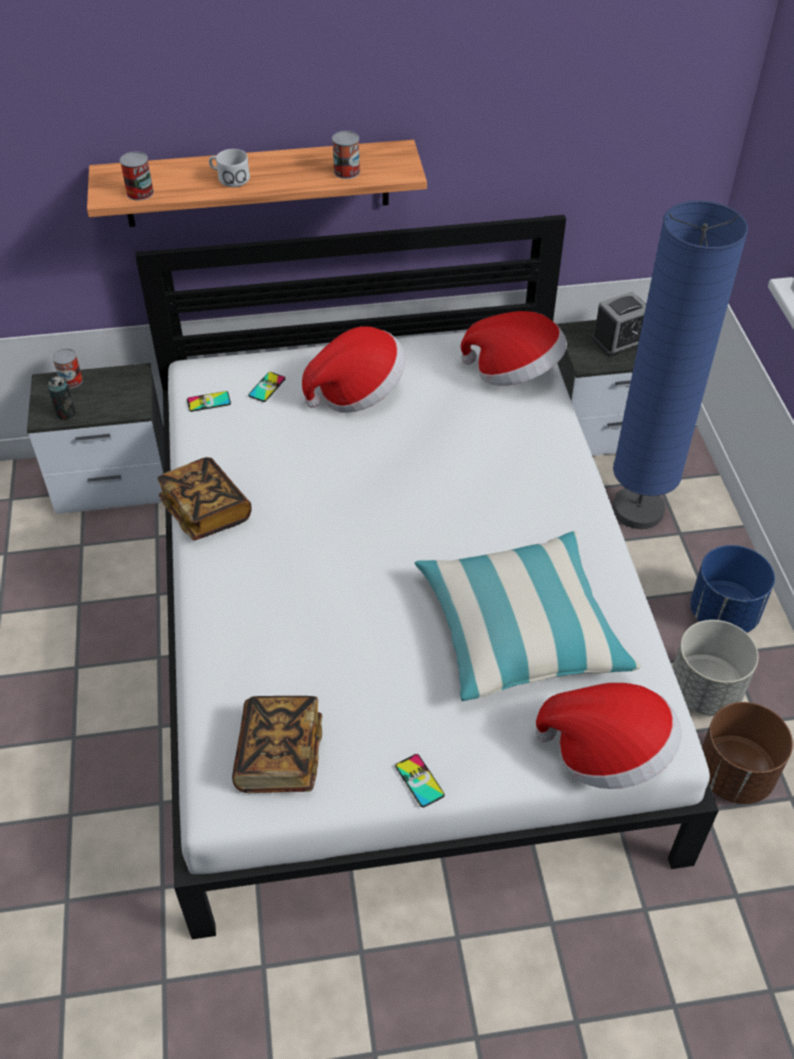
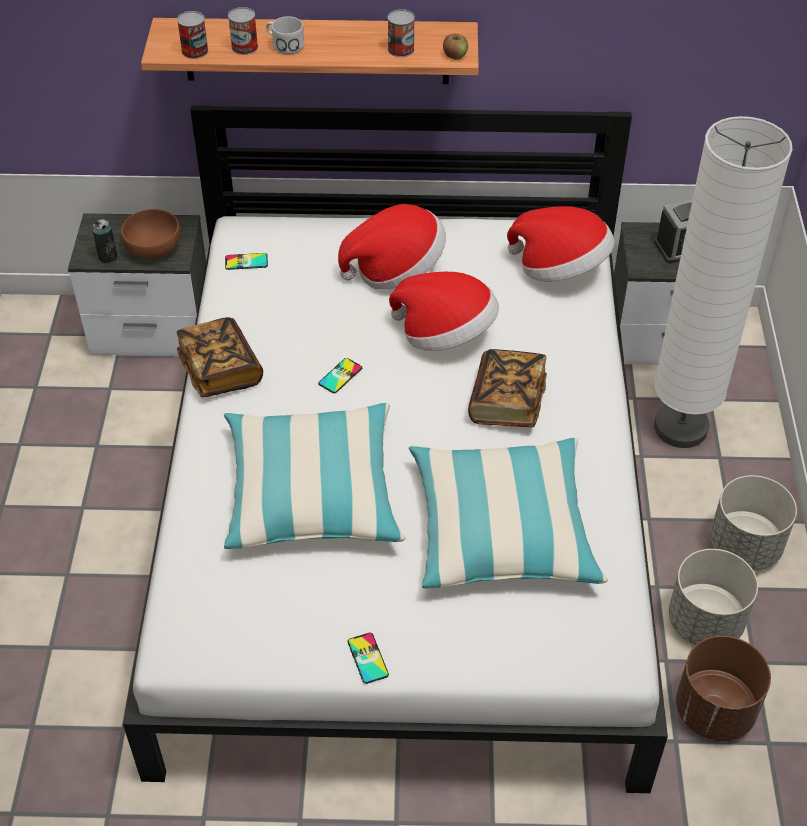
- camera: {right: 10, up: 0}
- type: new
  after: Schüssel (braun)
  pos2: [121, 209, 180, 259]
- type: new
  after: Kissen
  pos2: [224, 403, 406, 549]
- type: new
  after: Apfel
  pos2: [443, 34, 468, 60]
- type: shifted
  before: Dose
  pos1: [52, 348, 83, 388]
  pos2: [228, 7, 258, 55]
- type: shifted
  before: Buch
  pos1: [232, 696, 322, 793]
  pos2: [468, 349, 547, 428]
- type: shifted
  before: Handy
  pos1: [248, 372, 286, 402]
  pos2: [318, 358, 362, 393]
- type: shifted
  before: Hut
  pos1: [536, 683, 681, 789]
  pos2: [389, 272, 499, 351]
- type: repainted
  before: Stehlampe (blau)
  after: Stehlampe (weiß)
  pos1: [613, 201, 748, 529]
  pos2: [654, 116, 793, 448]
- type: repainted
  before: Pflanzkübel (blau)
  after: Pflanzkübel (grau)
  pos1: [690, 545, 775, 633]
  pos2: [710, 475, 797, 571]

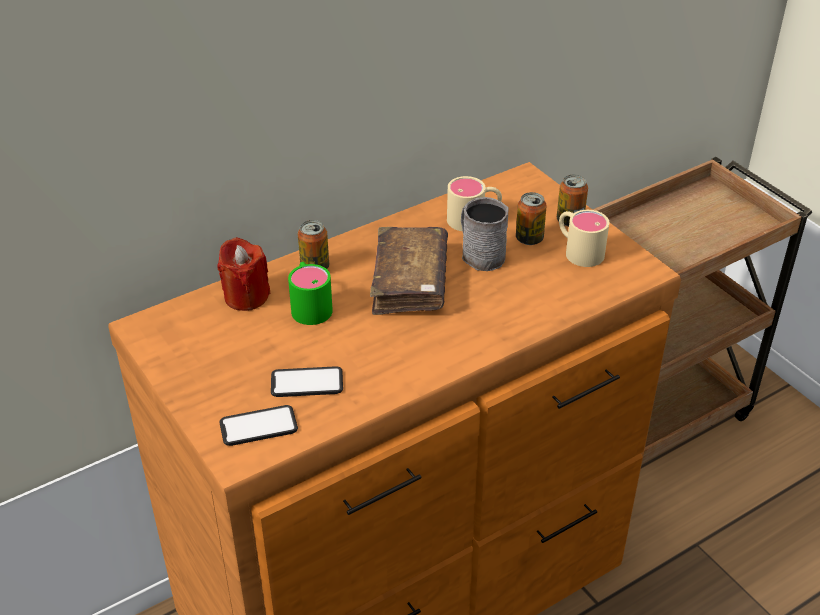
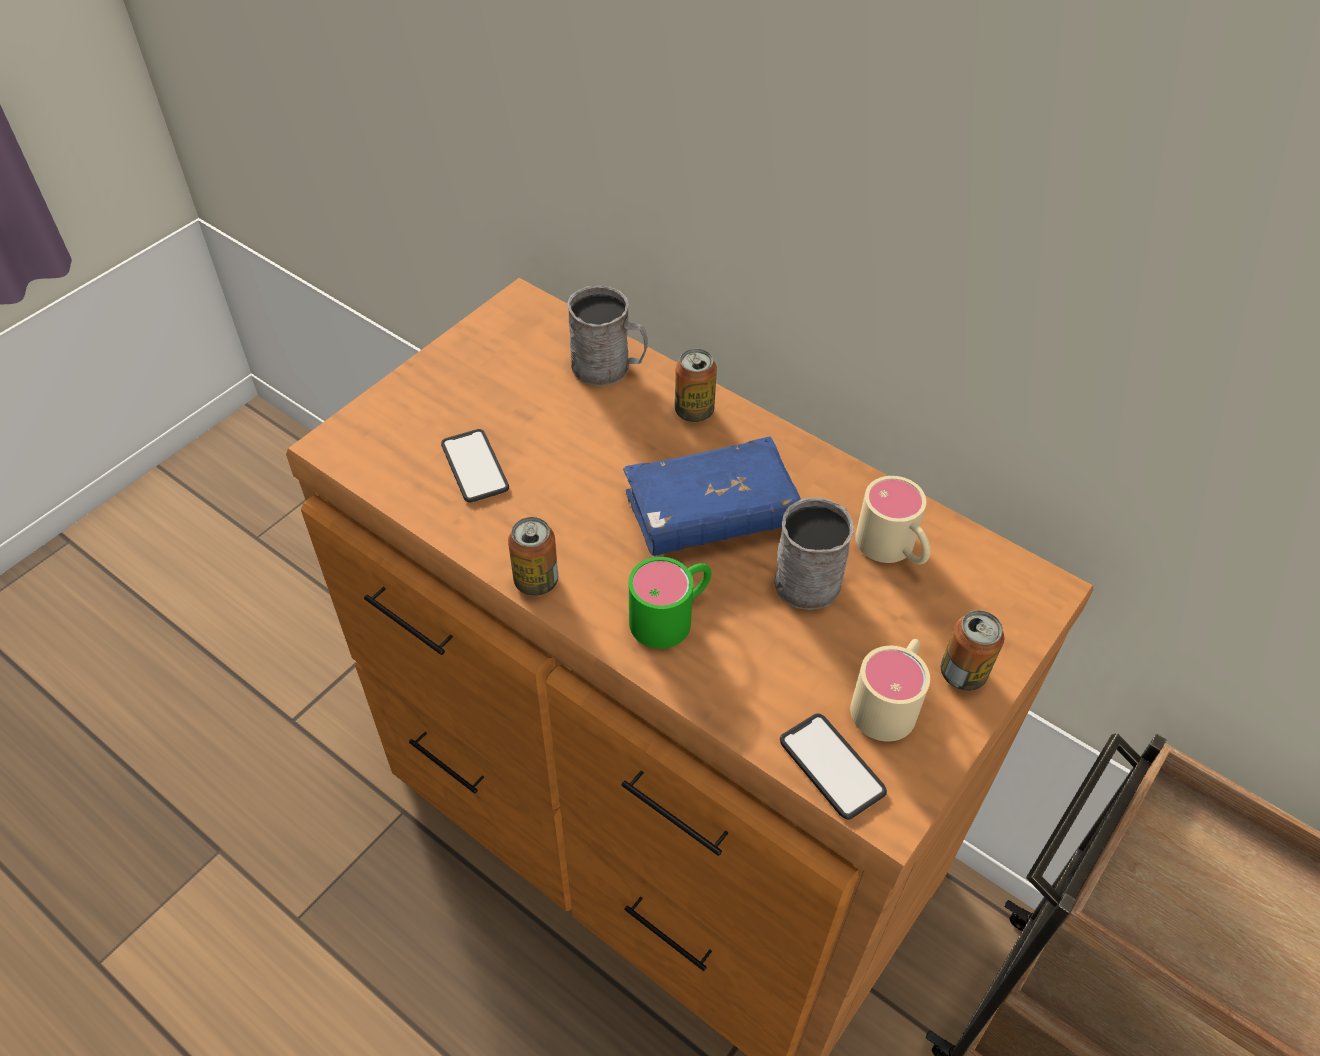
- camera: {right: 70, up: 10}
- type: shifted
  before: Handy
  pos1: [219, 405, 298, 446]
  pos2: [780, 713, 887, 820]
- type: shifted
  before: Henkelbecher (grün)
  pos1: [288, 262, 333, 325]
  pos2: [629, 557, 711, 649]
- type: shifted
  before: Dose
  pos1: [516, 192, 547, 245]
  pos2: [508, 517, 558, 596]
- type: swapped
  before: Kerze (rot)
  after: Henkelbecher (grau)
  pos1: [217, 237, 270, 311]
  pos2: [567, 285, 648, 386]
- type: repainted
  before: Buch (braun)
  after: Buch (blau)
  pos1: [370, 227, 448, 315]
  pos2: [623, 437, 801, 556]

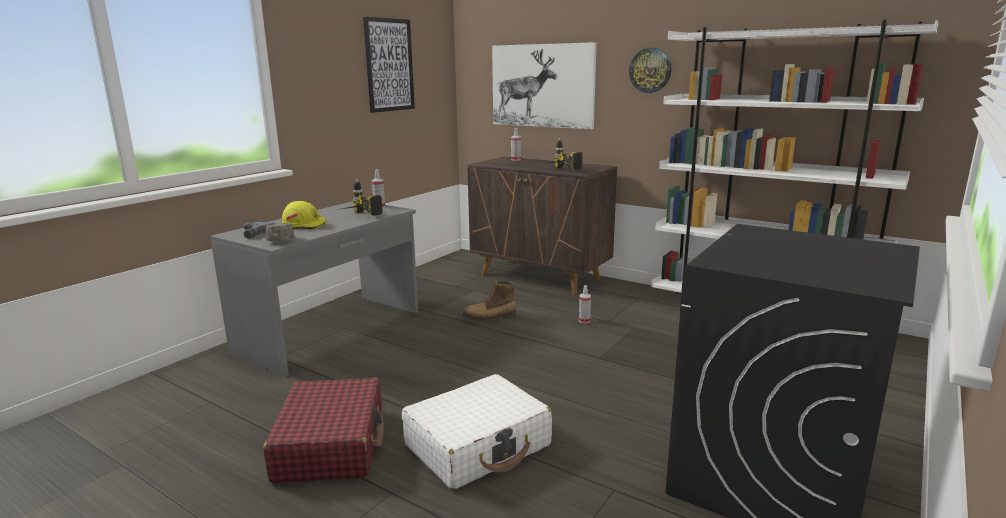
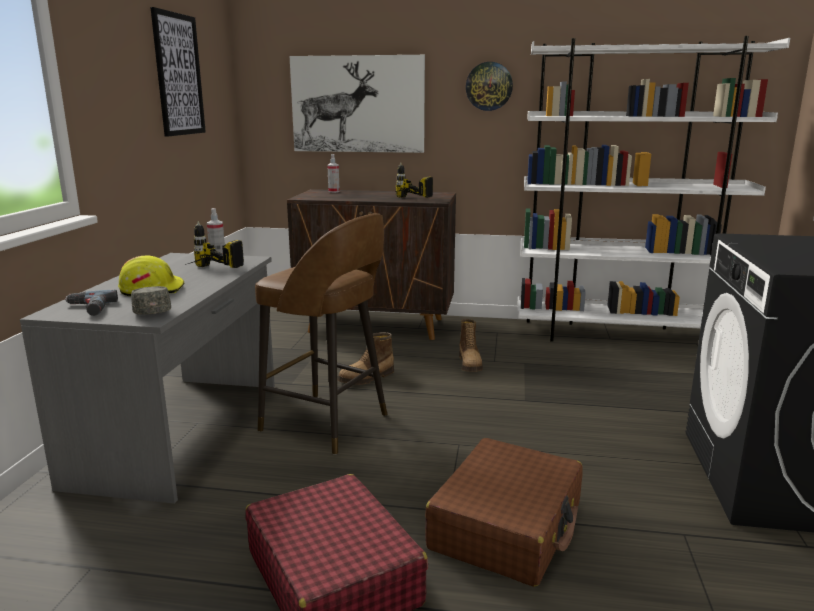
- camera: {right: -25, up: 0}
- type: new
  after: Hocker (braun)
  pos2: [255, 213, 387, 455]
- type: swapped
  before: Sprühflasche
  after: Stiefel
  pos1: [579, 285, 591, 323]
  pos2: [459, 319, 483, 372]
- type: repainted
  before: Koffer (weiß)
  after: Koffer (braun)
  pos1: [402, 374, 552, 490]
  pos2: [425, 438, 583, 587]

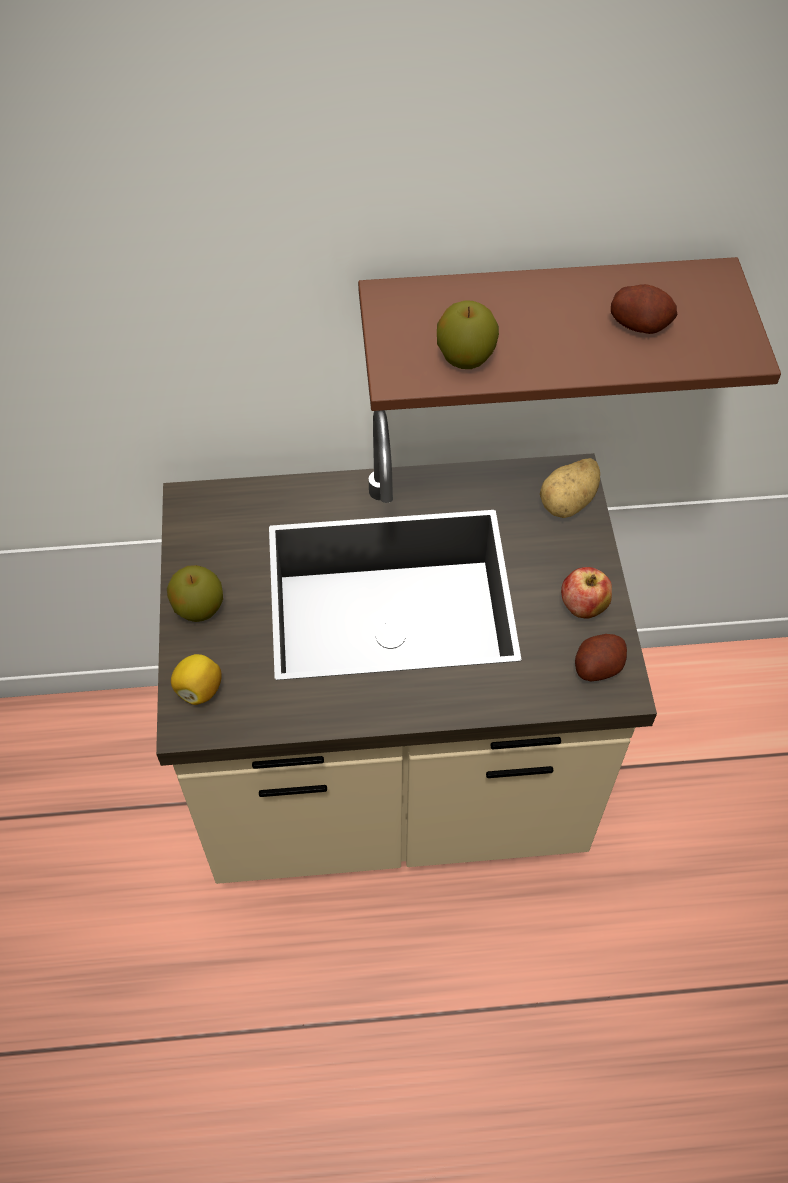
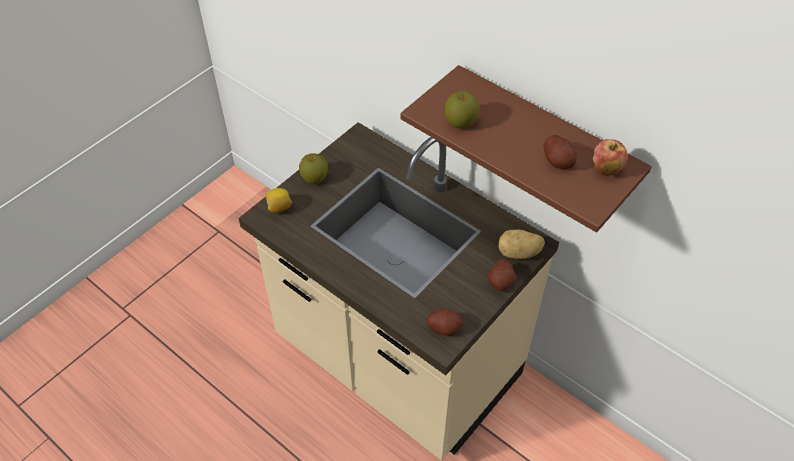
- camera: {right: 45, up: -5}
- type: new
  after: Kartoffel
  pos2: [488, 259, 516, 291]
- type: shifted
  before: Apfel
  pos1: [561, 567, 612, 619]
  pos2: [593, 139, 628, 176]

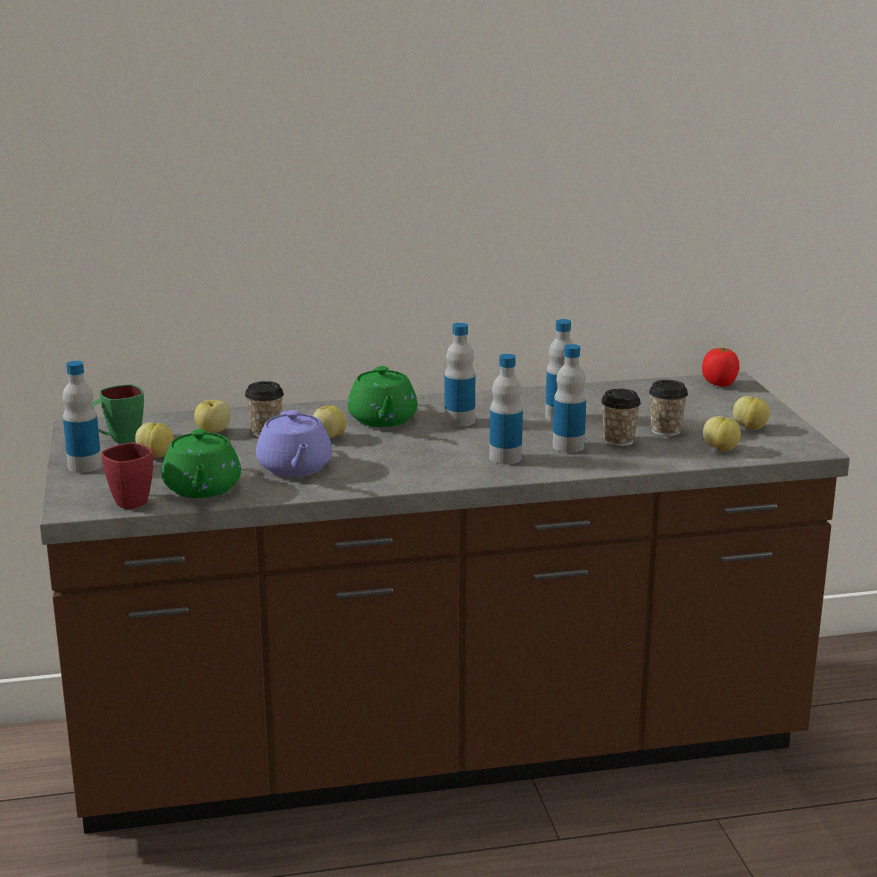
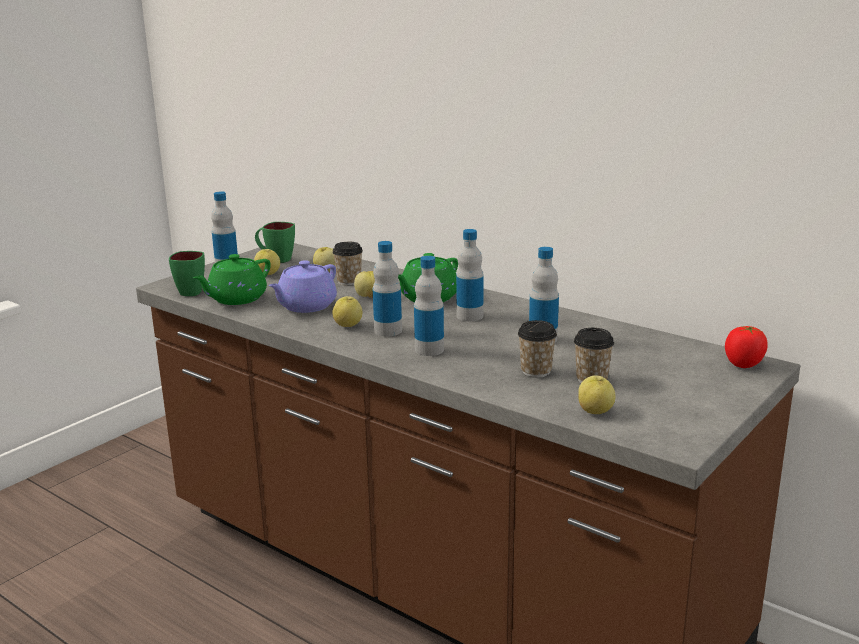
- camera: {right: 50, up: 0}
- type: shifted
  before: Flasche
  pos1: [553, 344, 586, 453]
  pos2: [373, 241, 402, 337]
- type: shifted
  before: Apfel
  pos1: [733, 396, 770, 430]
  pos2: [333, 296, 362, 327]
- type: repainted
  before: Henkelbecher (rot)
  after: Henkelbecher (grün)
  pos1: [101, 443, 153, 509]
  pos2: [169, 251, 205, 296]

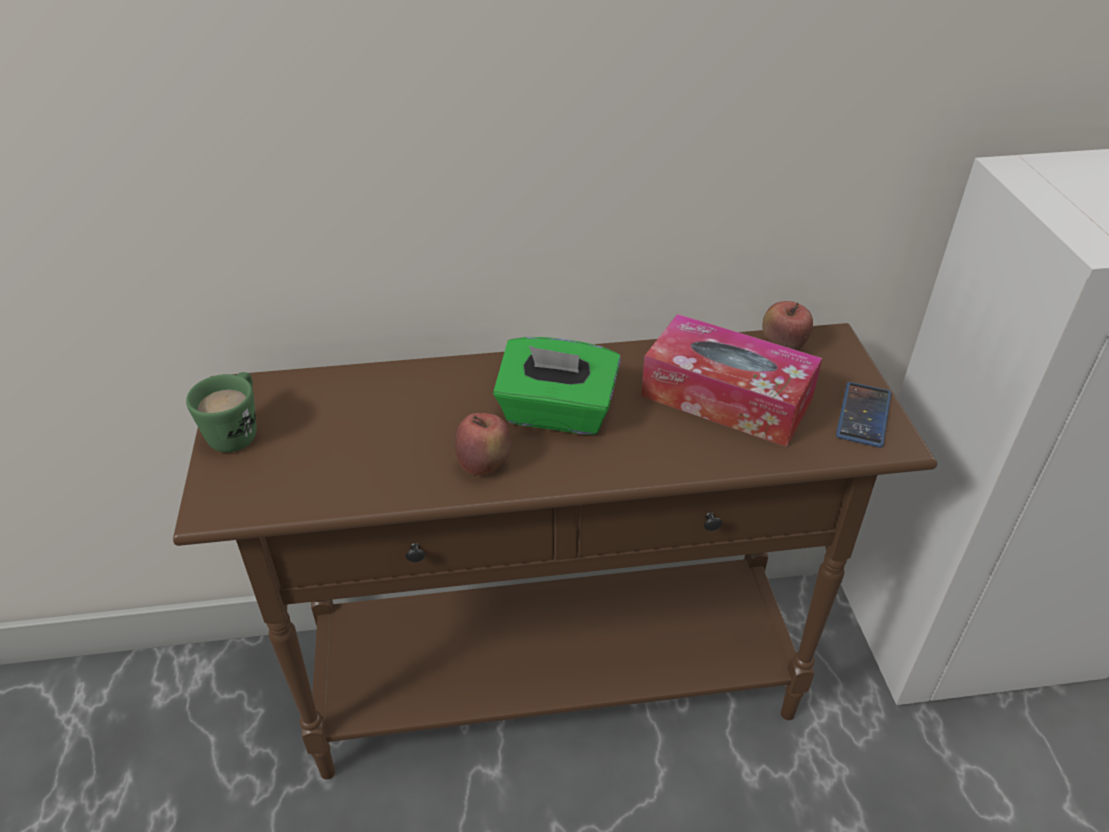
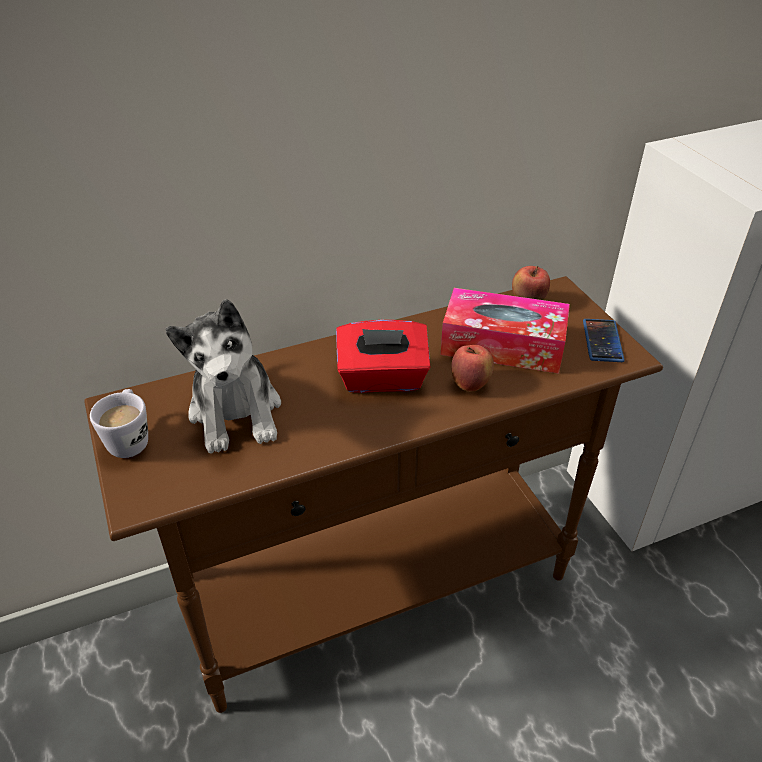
- camera: {right: -15, up: 0}
- type: new
  after: Plüschtier
  pos2: [165, 299, 281, 454]
- type: shifted
  before: Apfel
  pos1: [455, 413, 511, 475]
  pos2: [451, 345, 494, 391]
- type: repainted
  before: Henkelbecher (grün)
  after: Henkelbecher (weiß)
  pos1: [186, 372, 257, 452]
  pos2: [90, 389, 148, 458]
- type: repainted
  before: Taschentuchbox (grün)
  after: Taschentuchbox (rot)
  pos1: [493, 337, 621, 435]
  pos2: [336, 320, 430, 393]

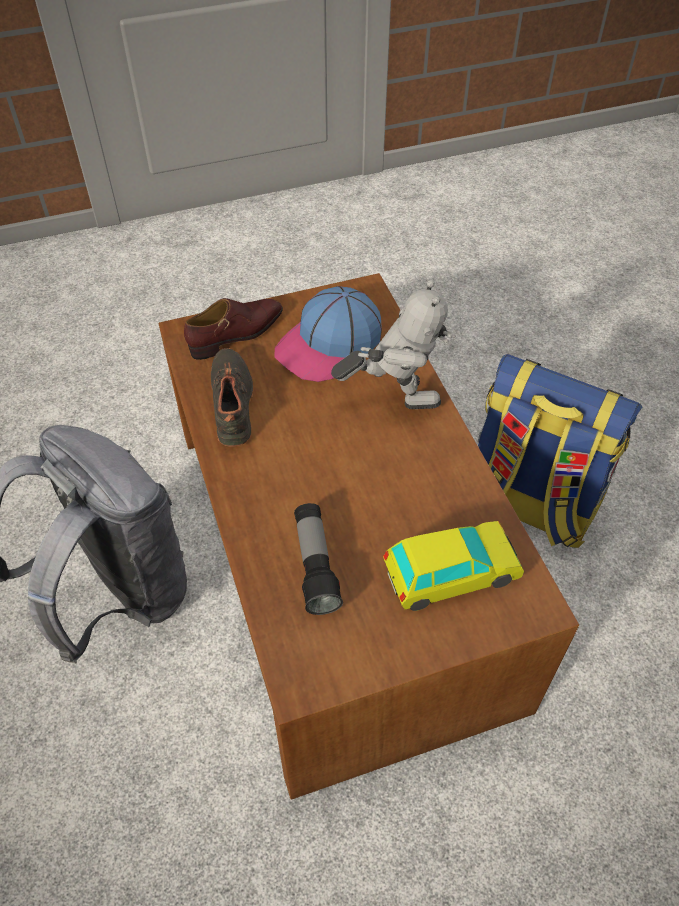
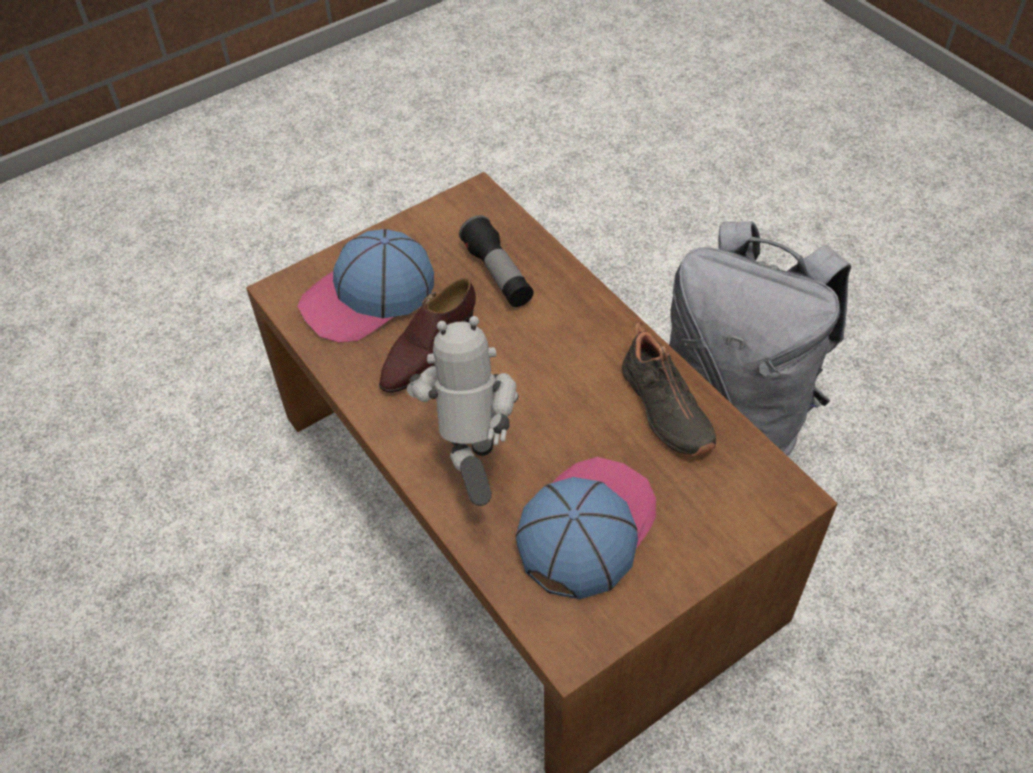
- camera: {right: 165, up: 0}
- type: gone
  before: Rucksack
  pos1: [478, 354, 642, 548]
- type: shifted
  before: Schuh (braun)
  pos1: [184, 298, 283, 360]
  pos2: [379, 278, 476, 393]
- type: swapped
  before: Spielzeugauto
  after: Kappe
  pos1: [383, 521, 524, 611]
  pos2: [297, 229, 434, 343]
- type: rotated
  before: Spielzeugroboter
  pos1: [331, 279, 455, 409]
  pos2: [407, 316, 519, 506]
  turn: 105

